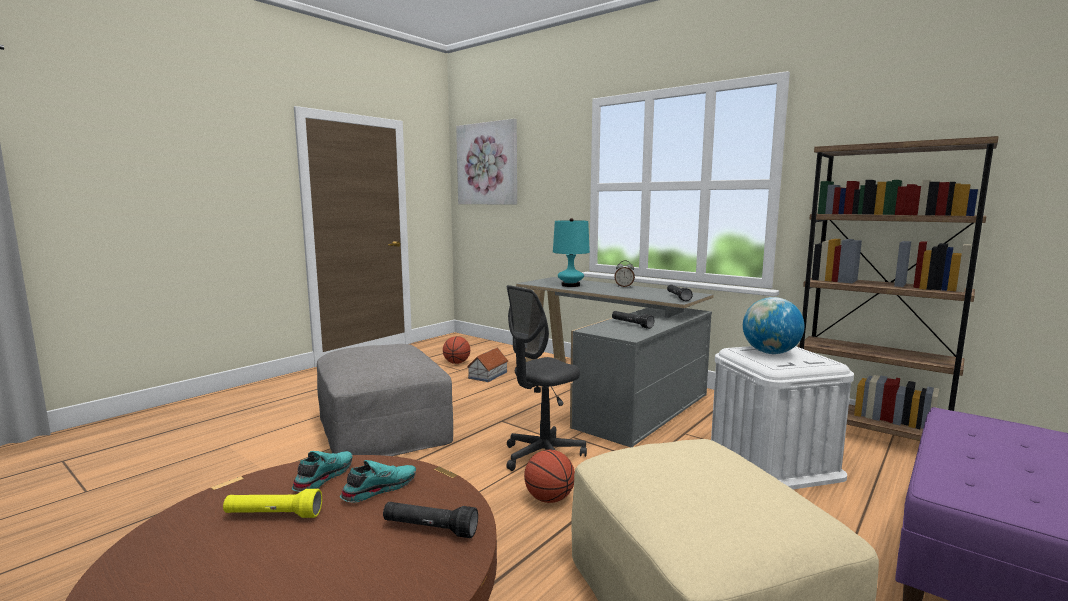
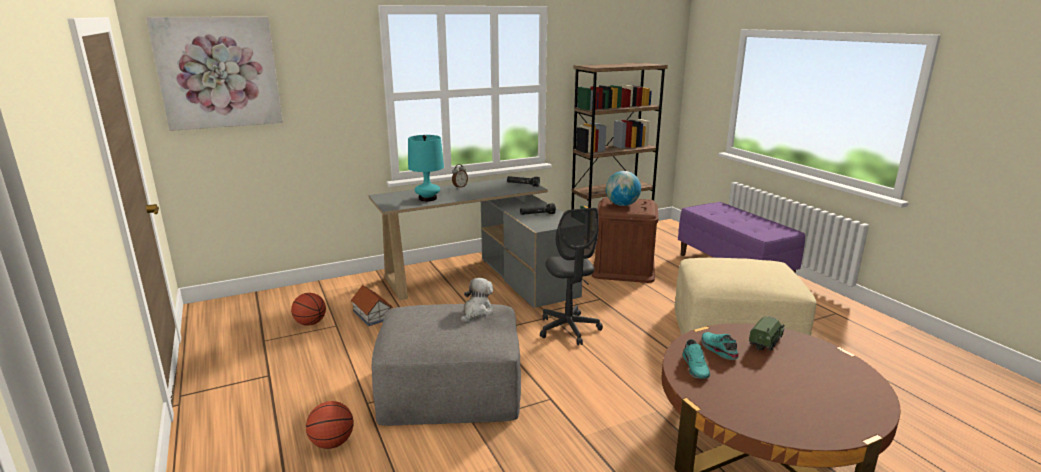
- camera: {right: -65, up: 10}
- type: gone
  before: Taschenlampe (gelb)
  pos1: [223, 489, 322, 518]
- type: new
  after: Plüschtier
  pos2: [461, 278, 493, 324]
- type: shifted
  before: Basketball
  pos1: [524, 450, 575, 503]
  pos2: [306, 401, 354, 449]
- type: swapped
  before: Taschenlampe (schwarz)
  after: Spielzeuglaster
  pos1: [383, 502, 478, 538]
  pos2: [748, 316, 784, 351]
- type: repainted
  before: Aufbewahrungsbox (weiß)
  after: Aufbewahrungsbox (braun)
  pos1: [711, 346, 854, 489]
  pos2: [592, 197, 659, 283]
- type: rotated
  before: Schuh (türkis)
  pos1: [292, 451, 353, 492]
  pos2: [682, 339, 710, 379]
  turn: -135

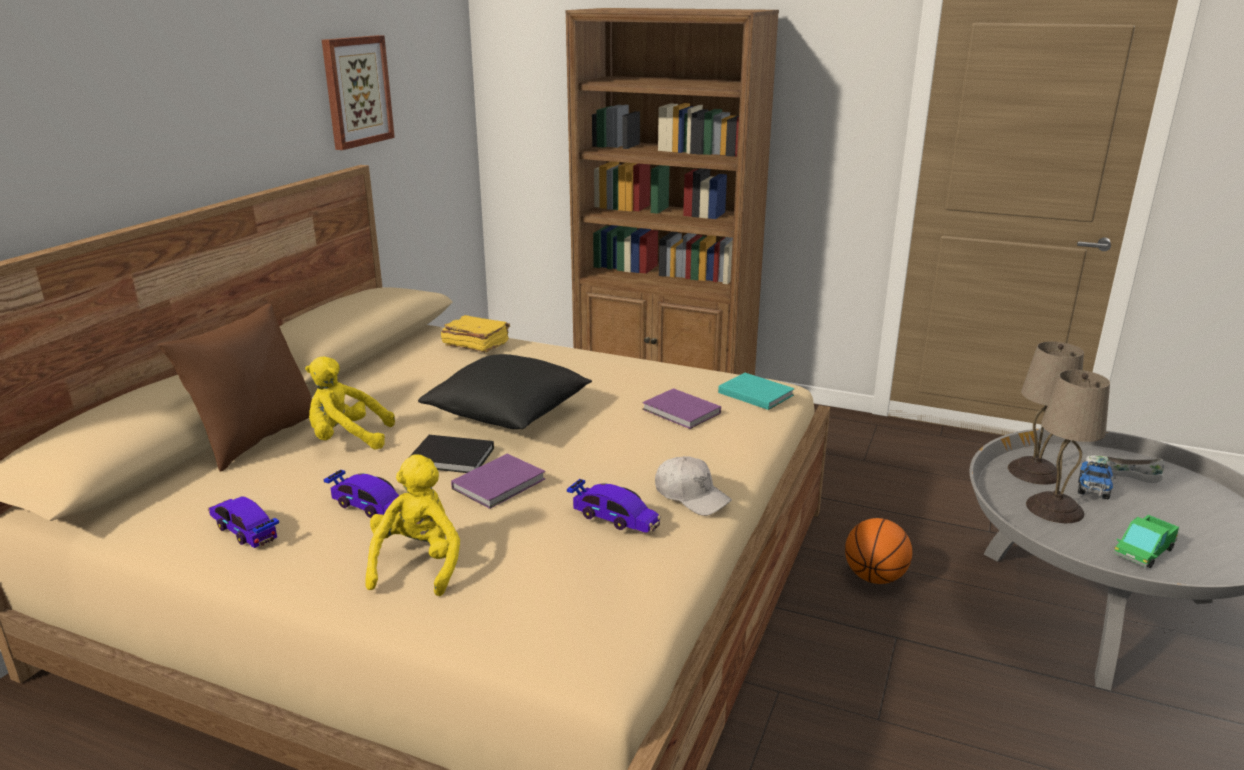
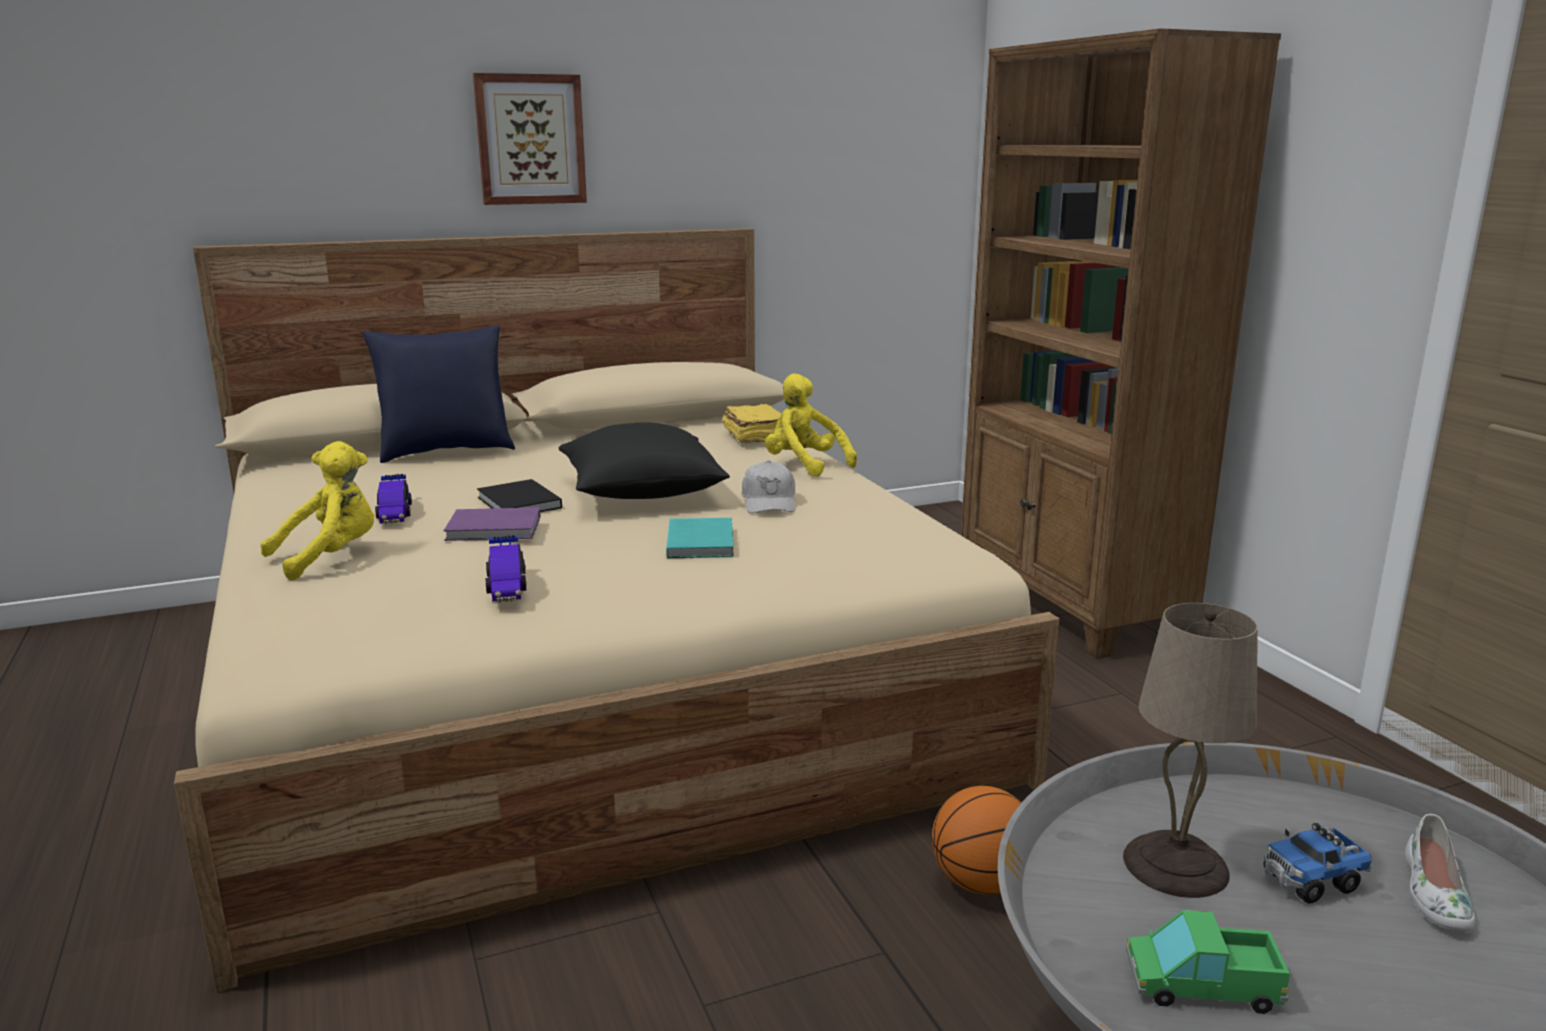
- camera: {right: 45, up: -5}
- type: gone
  before: Spielzeugauto
  pos1: [208, 497, 279, 548]
- type: gone
  before: Buch (lila)
  pos1: [642, 388, 721, 429]
- type: gone
  before: Tischlampe (beige)
  pos1: [1008, 341, 1084, 484]
- type: shifted
  before: Plüschtier (gelb)
  pos1: [305, 357, 395, 449]
  pos2: [765, 373, 857, 477]
- type: shifted
  before: Bild
  pos1: [322, 35, 395, 150]
  pos2: [473, 73, 587, 205]
- type: shifted
  before: Kappe (weiß)
  pos1: [655, 456, 732, 516]
  pos2: [741, 461, 795, 513]
- type: shifted
  before: Buch (türkis)
  pos1: [718, 373, 795, 410]
  pos2: [666, 518, 734, 558]
- type: repainted
  before: Kissen (braun)
  after: Kissen (blau)
  pos1: [158, 304, 312, 472]
  pos2: [362, 326, 515, 463]
- type: rotated
  before: Schuh (weiß)
  pos1: [1086, 455, 1164, 483]
  pos2: [1405, 814, 1475, 932]
  turn: -150

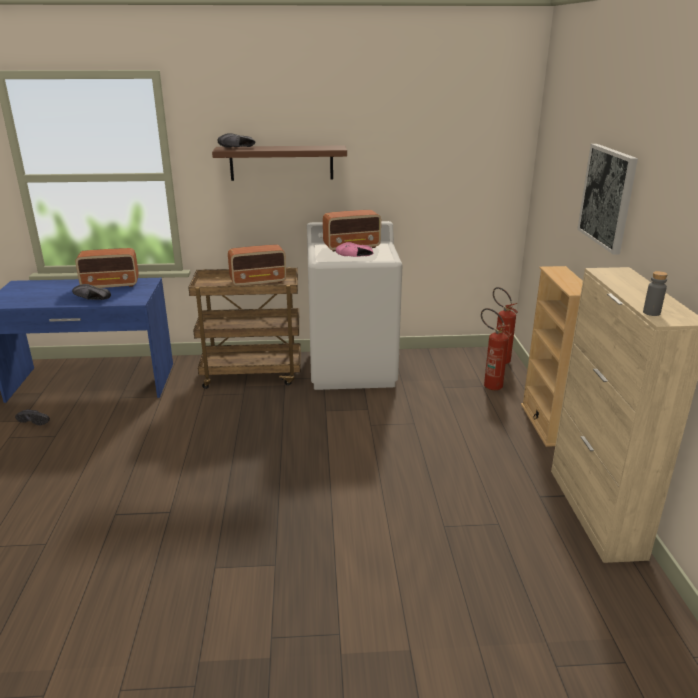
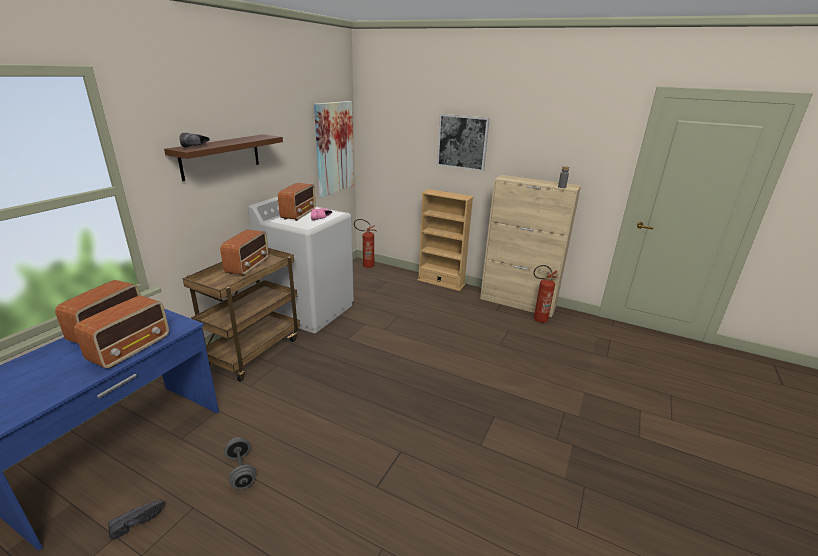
- camera: {right: -60, up: 0}
- type: new
  after: Hantel (grau)
  pos2: [224, 437, 257, 489]
- type: new
  after: Bild
  pos2: [314, 101, 354, 197]
- type: shifted
  before: Feuerlöscher
  pos1: [481, 308, 512, 390]
  pos2: [533, 265, 558, 323]
- type: swapped
  before: Schuh (schwarz)
  after: Radio
  pos1: [72, 284, 111, 300]
  pos2: [74, 295, 169, 368]

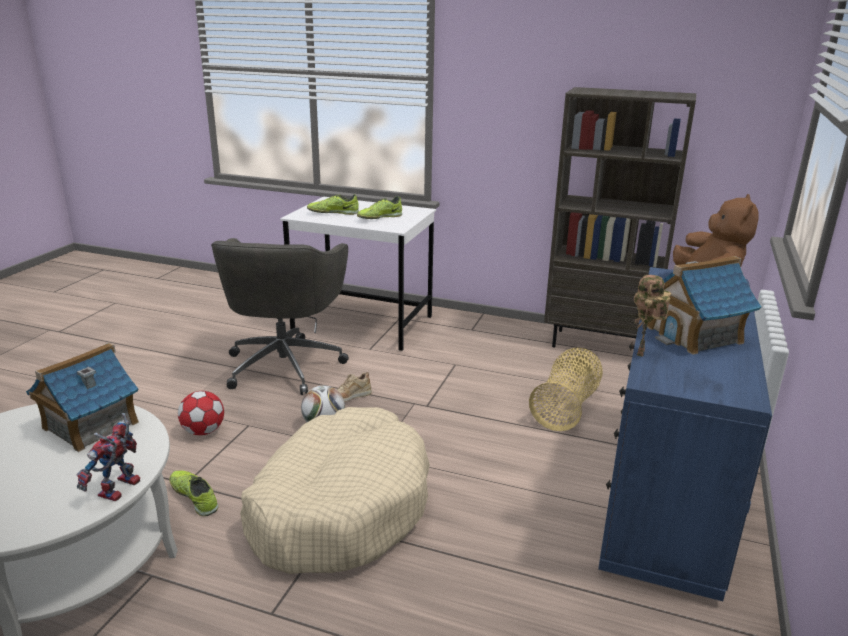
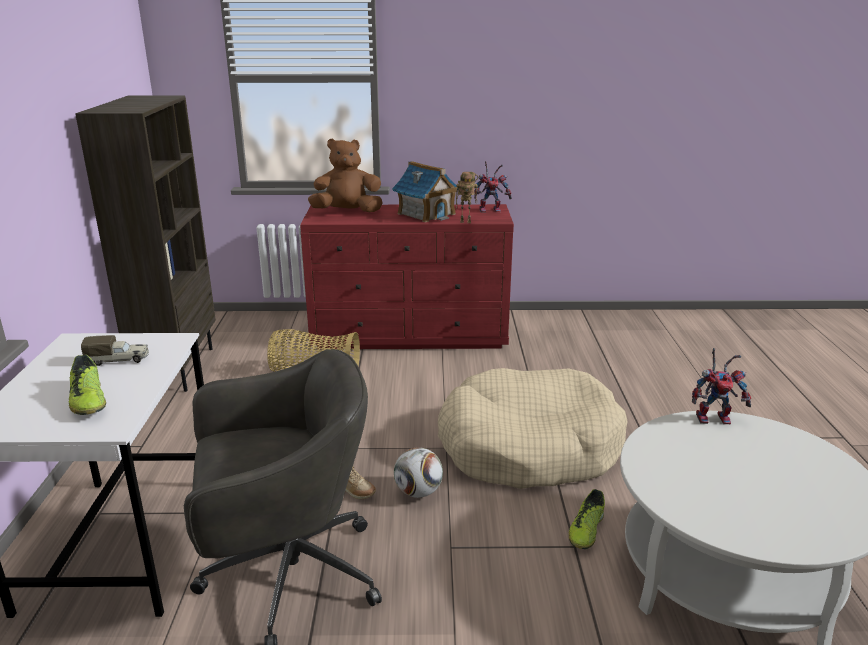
- camera: {right: -110, up: 0}
- type: gone
  before: Spielzeughaus
  pos1: [26, 343, 139, 452]
- type: gone
  before: Fußball
  pos1: [178, 391, 224, 435]
- type: new
  after: Spielzeugroboter
  pos2: [474, 161, 512, 213]
- type: swapped
  before: Schuh
  after: Spielzeuglaster
  pos1: [357, 196, 402, 219]
  pos2: [81, 335, 149, 366]
- type: repainted
  before: Kommode (blau)
  after: Kommode (rot)
  pos1: [598, 267, 772, 601]
  pos2: [300, 204, 514, 349]

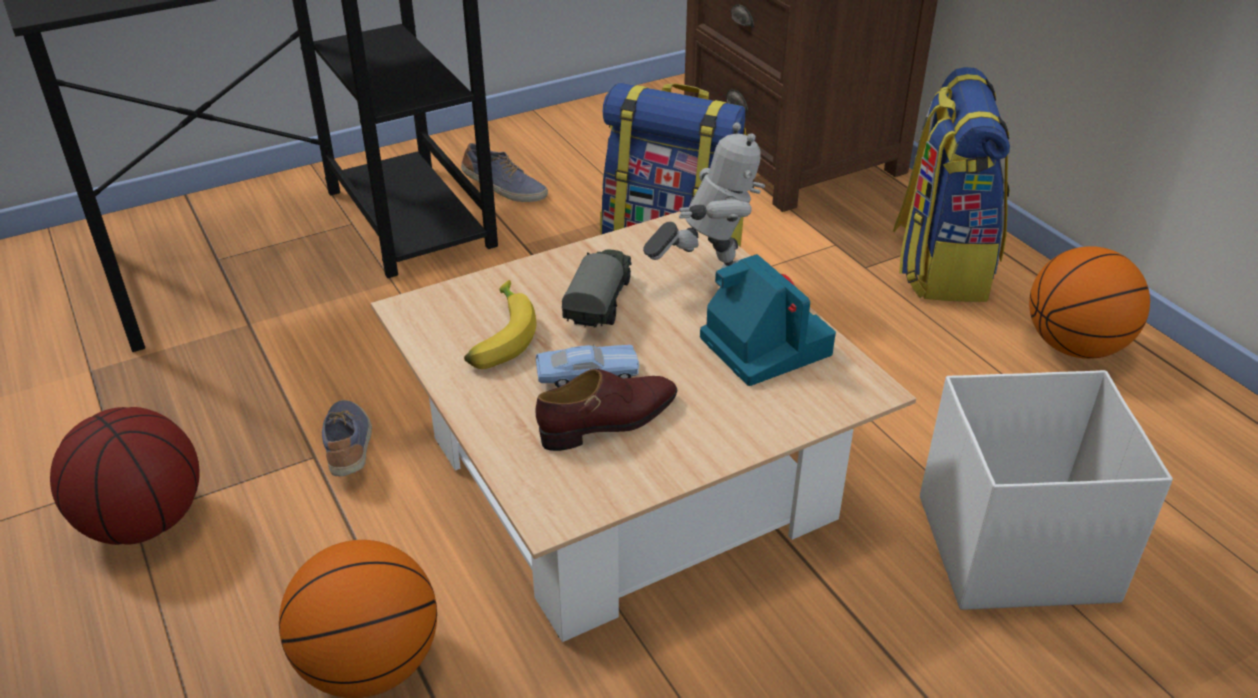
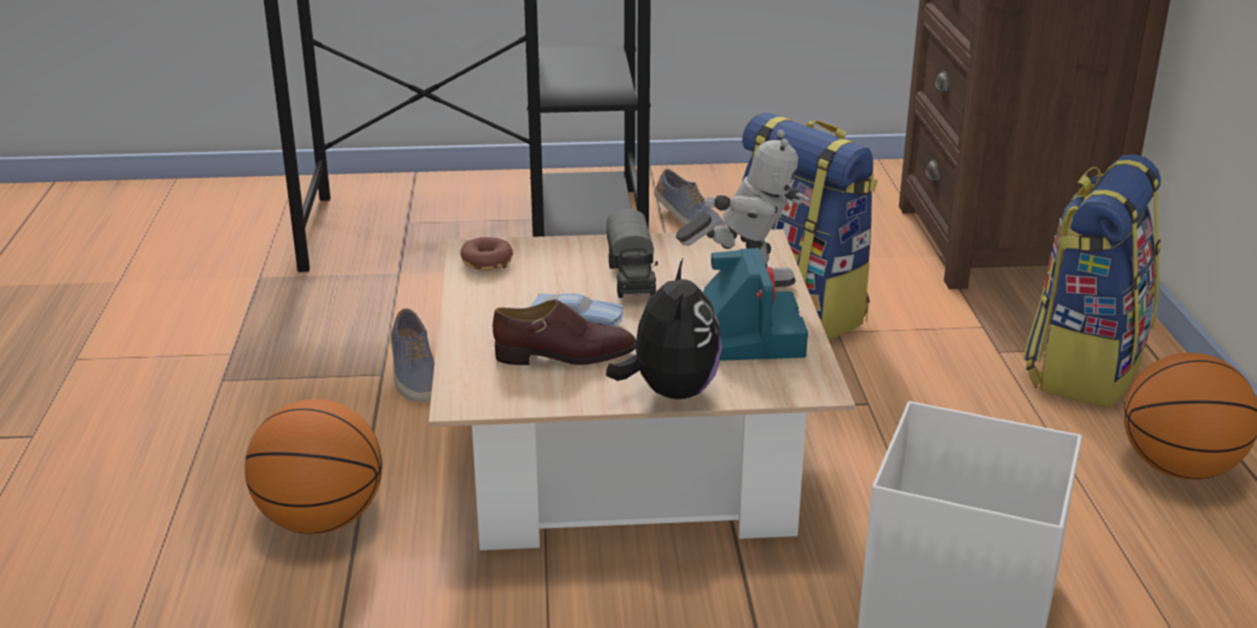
- camera: {right: 25, up: -10}
- type: gone
  before: Basketball
  pos1: [50, 407, 200, 545]
- type: gone
  before: Banane
  pos1: [464, 280, 536, 369]
- type: new
  after: Donut
  pos2: [460, 237, 513, 270]
- type: new
  after: Plüschtier
  pos2: [606, 259, 722, 399]
- type: rotated
  before: Schuh
  pos1: [322, 400, 372, 476]
  pos2: [390, 308, 434, 402]
  turn: 150
- type: rotated
  before: Spielzeuglaster
  pos1: [562, 249, 632, 328]
  pos2: [606, 209, 658, 298]
  turn: 135

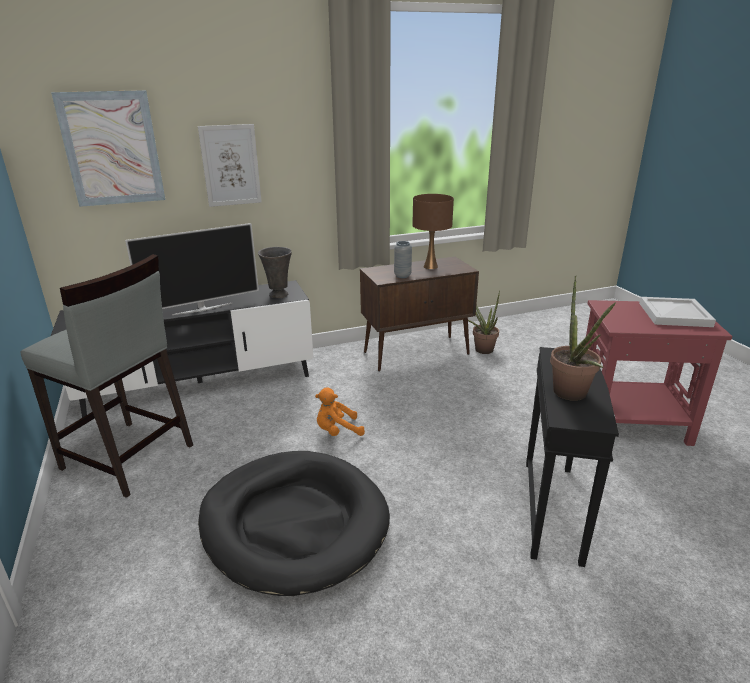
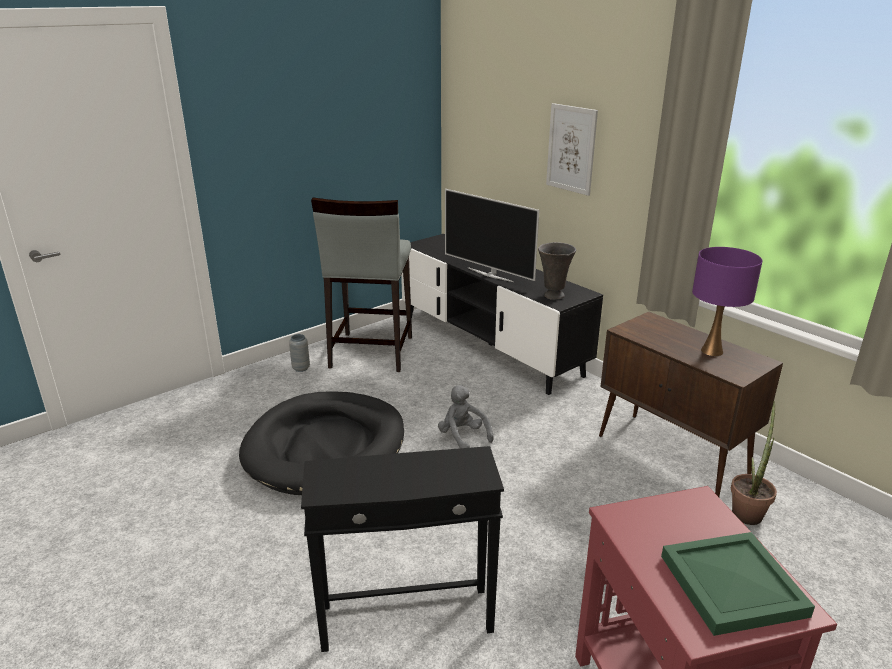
- camera: {right: 70, up: 0}
- type: gone
  before: Bild
  pos1: [51, 90, 165, 207]
- type: gone
  before: Topfpflanze
  pos1: [550, 276, 616, 401]
- type: shifted
  before: Vase (grau)
  pos1: [394, 241, 412, 278]
  pos2: [289, 334, 310, 372]
- type: repainted
  before: Plüschtier (orange)
  after: Plüschtier (grau)
  pos1: [315, 388, 365, 436]
  pos2: [438, 385, 494, 448]
- type: repainted
  before: Tischlampe (braun)
  after: Tischlampe (lila)
  pos1: [412, 194, 454, 269]
  pos2: [692, 247, 762, 356]
- type: repainted
  before: Tablett (weiß)
  after: Tablett (grün)
  pos1: [639, 297, 716, 327]
  pos2: [661, 532, 815, 636]

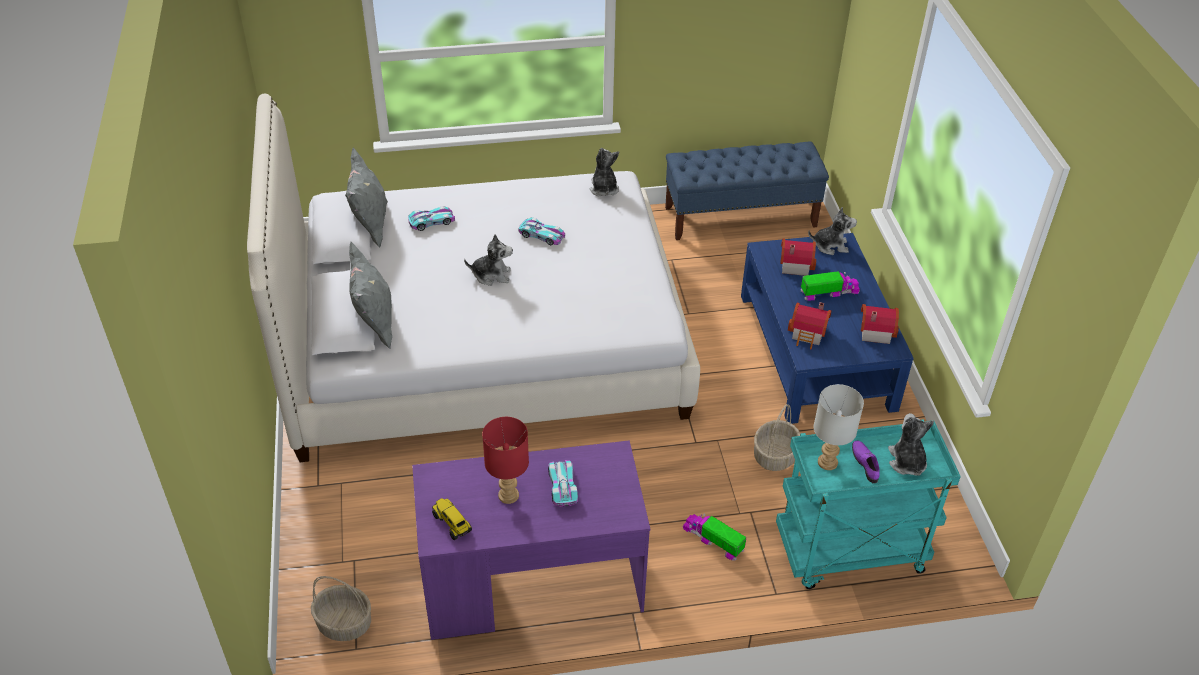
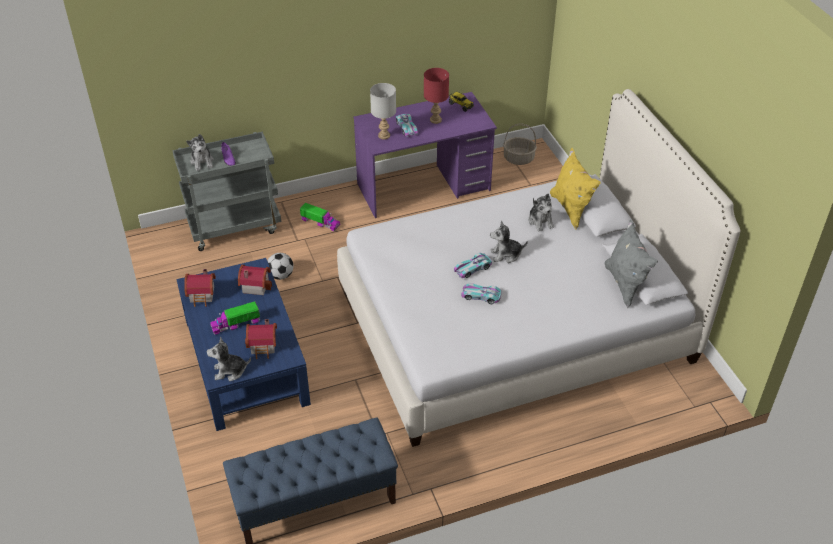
- camera: {right: 170, up: 0}
- type: shifted
  before: Spielzeugauto
  pos1: [408, 206, 455, 231]
  pos2: [454, 253, 492, 278]
- type: shifted
  before: Plüschtier
  pos1: [590, 148, 619, 196]
  pos2: [528, 194, 554, 231]
- type: shifted
  before: Tischlampe (grau)
  pos1: [814, 384, 864, 470]
  pos2: [370, 83, 396, 140]
- type: swapped
  before: Korb
  after: Fußball
  pos1: [754, 404, 800, 471]
  pos2: [267, 253, 294, 280]
- type: repainted
  before: Kissen (grau)
  after: Kissen (gelb)
  pos1: [349, 242, 392, 349]
  pos2: [550, 148, 601, 230]
- type: repainted
  before: Rollwagen (türkis)
  after: Rollwagen (grau)
  pos1: [776, 420, 961, 589]
  pos2: [172, 132, 281, 251]

